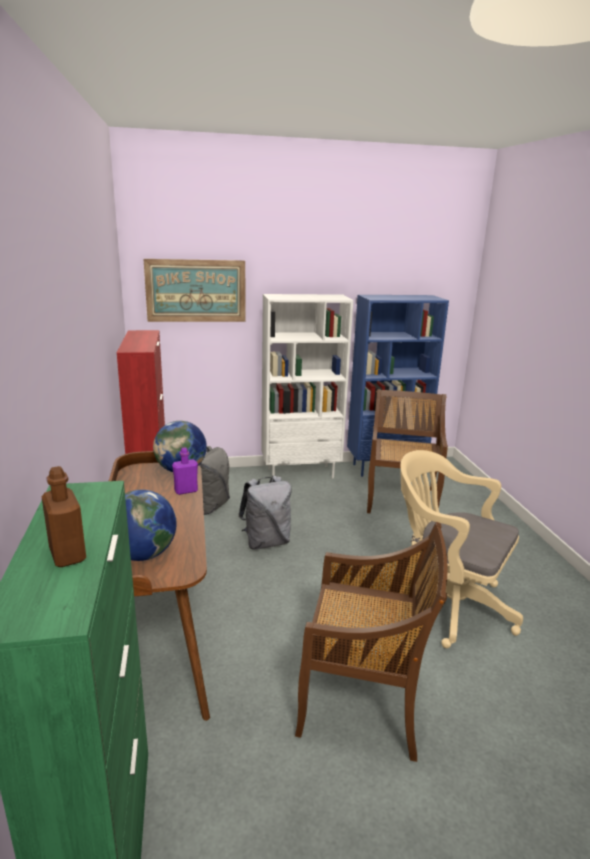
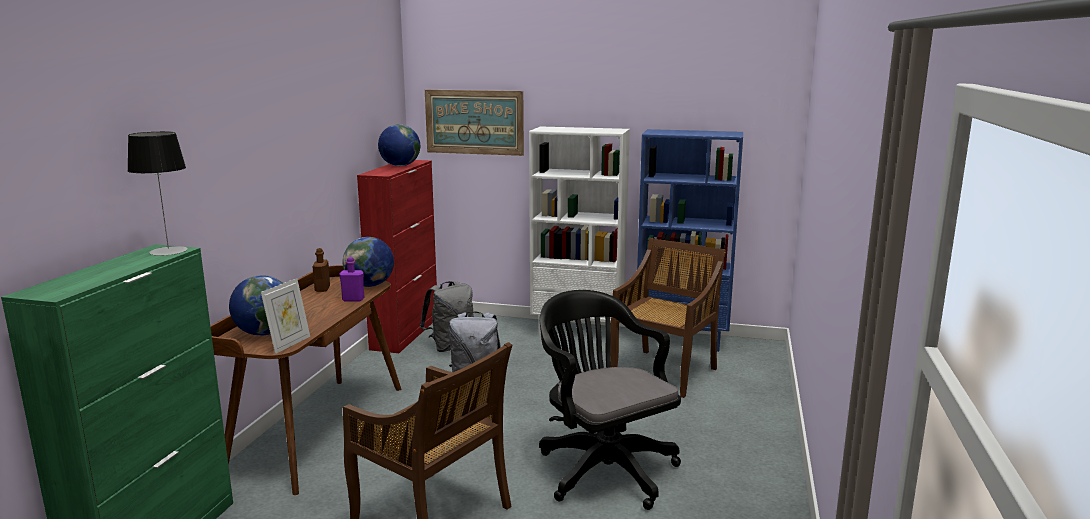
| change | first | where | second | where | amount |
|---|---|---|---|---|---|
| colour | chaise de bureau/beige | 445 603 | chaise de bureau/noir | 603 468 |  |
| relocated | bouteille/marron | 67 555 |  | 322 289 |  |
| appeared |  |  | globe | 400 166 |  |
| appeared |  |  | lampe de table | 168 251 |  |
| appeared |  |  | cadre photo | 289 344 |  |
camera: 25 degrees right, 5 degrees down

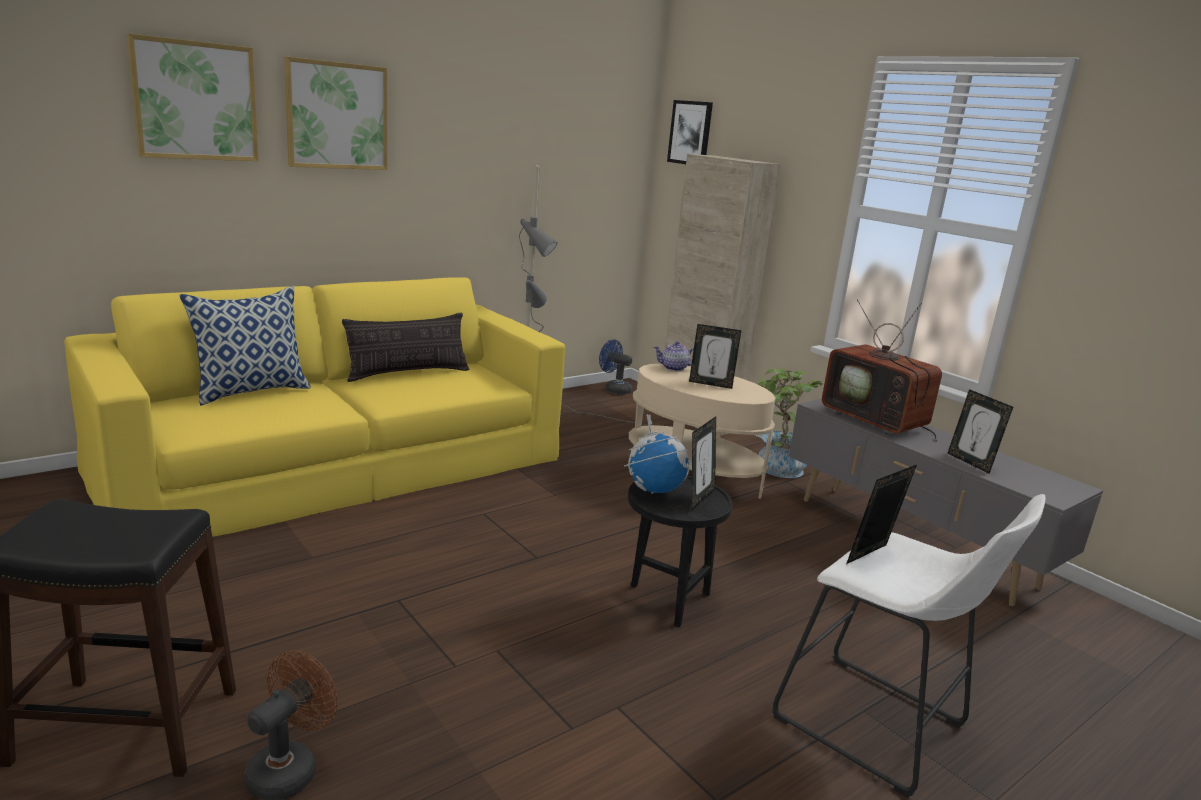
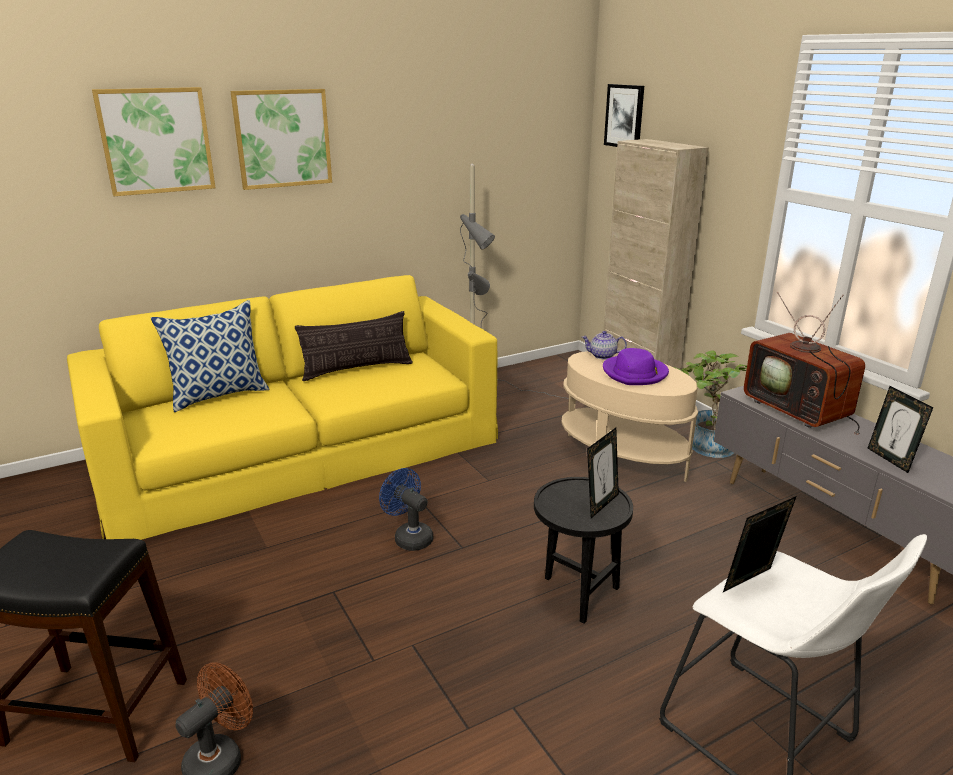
| change | first | where | second | where | amount |
|---|---|---|---|---|---|
| exchanged | cadre photo | 710 384 | chapeau/violet | 635 373 |  |
| relocated | ventilateur/bleu | 614 389 |  | 409 537 |  |
| missing | globe | 655 489 |  |  |  |
camera: 10 degrees right, 5 degrees up

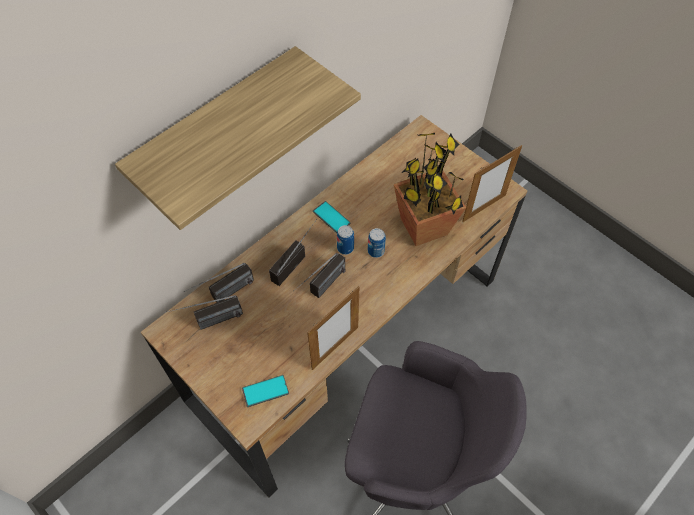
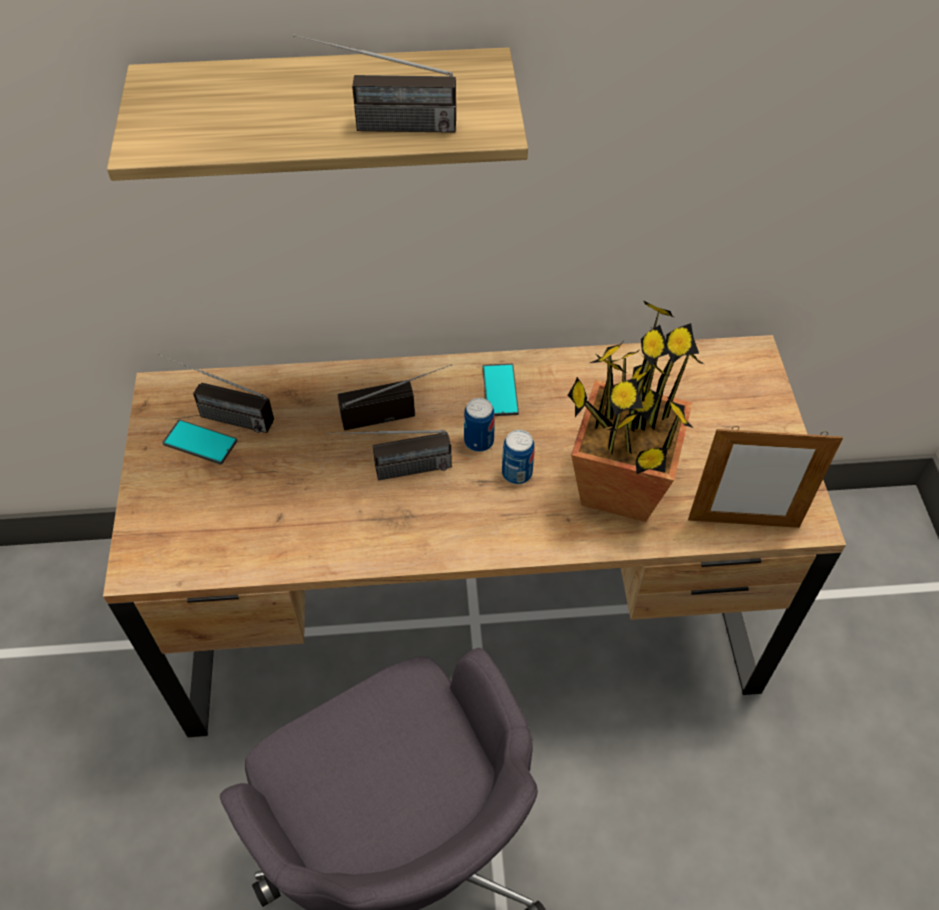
| change | first | where | second | where | amount |
|---|---|---|---|---|---|
| relocated | radio | 223 295 |  | 379 125 |  |
| missing | cadre photo | 335 348 |  |  |  |
| relocated | téléphone | 265 391 |  | 200 443 |  |
camera: 40 degrees right, 5 degrees down

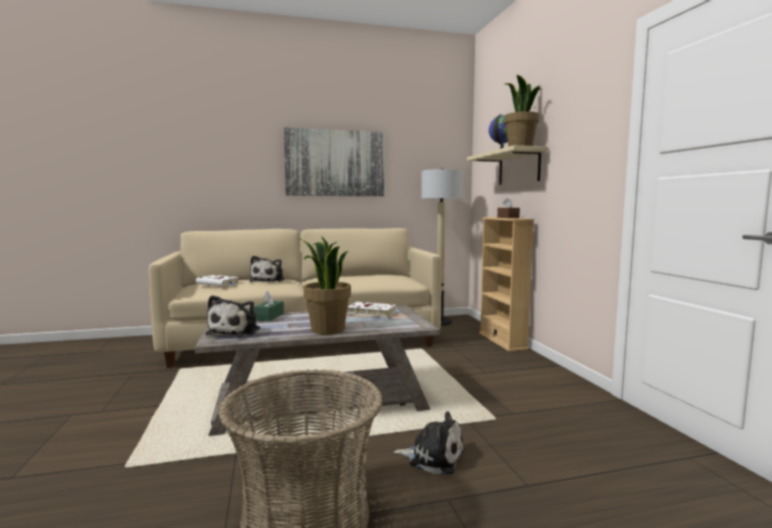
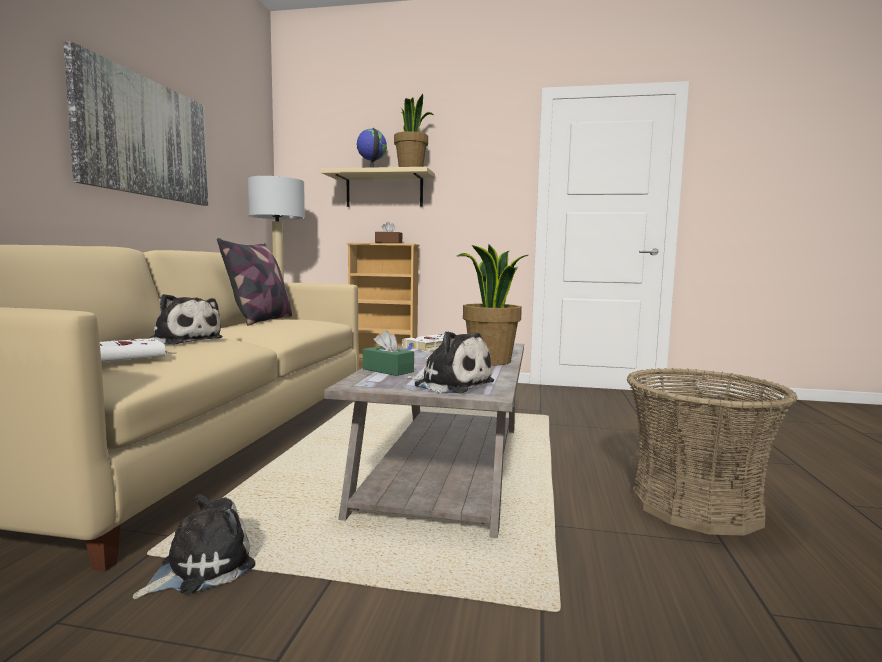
| change | first | where | second | where | amount |
|---|---|---|---|---|---|
| relocated | peluche | 433 457 |  | 201 567 |  |
| appeared |  |  | coussin | 261 320 |  |
camera: 65 degrees left, 0 degrees up

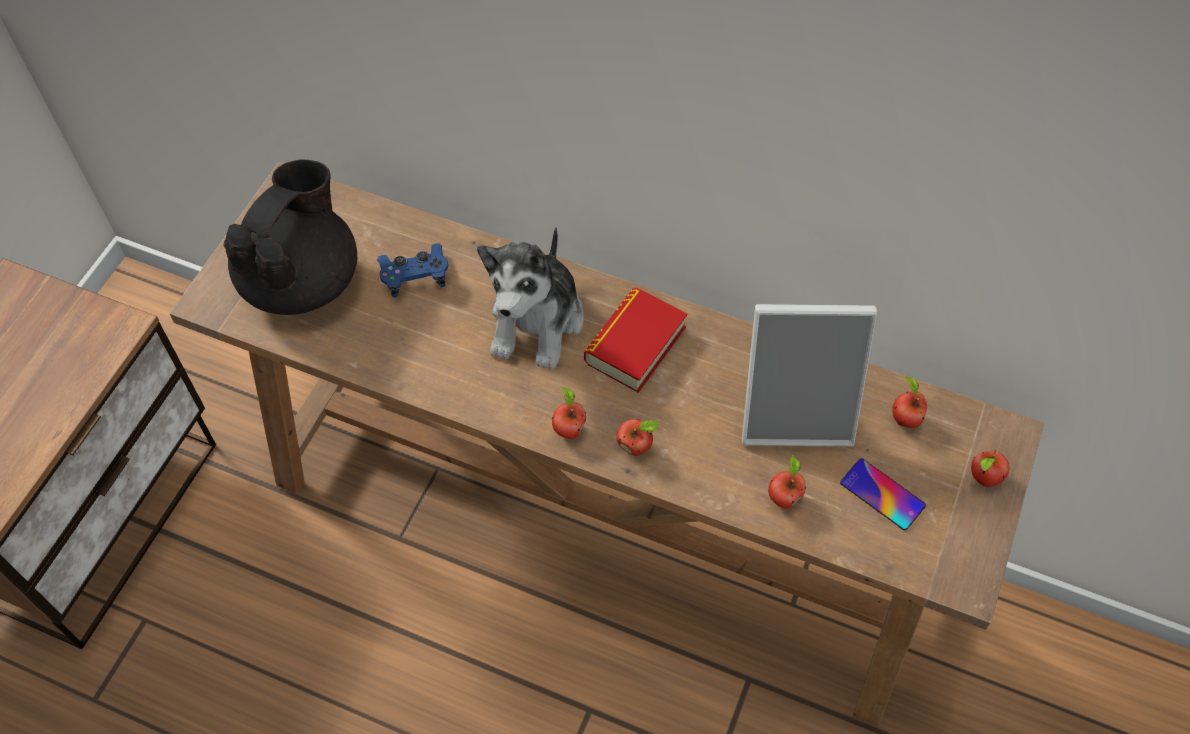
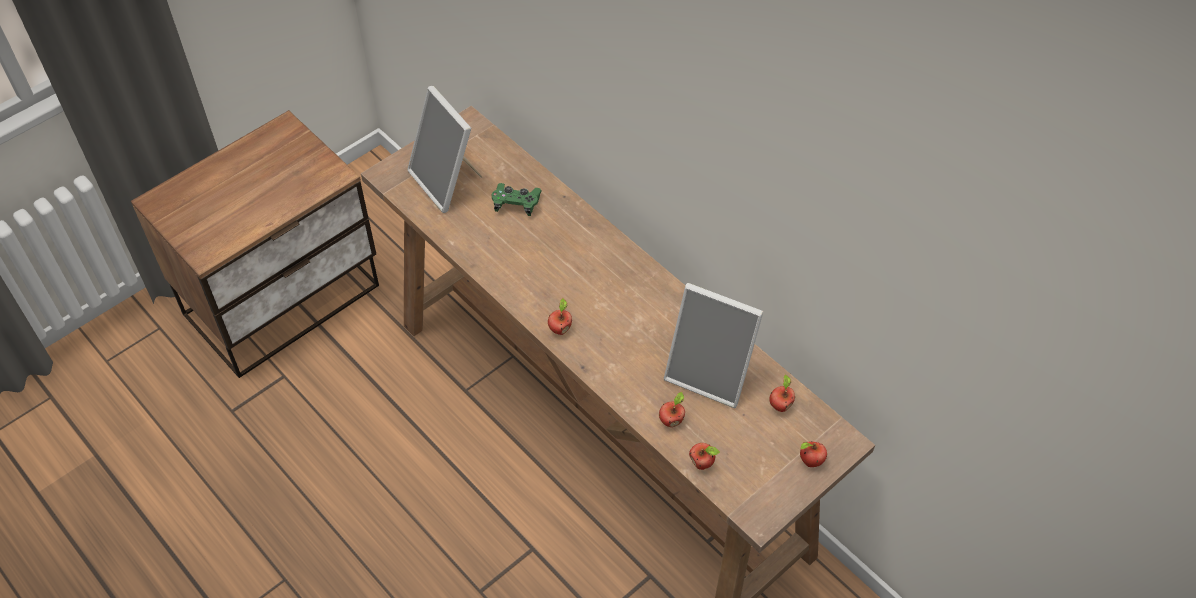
| change | first | where | second | where | amount |
|---|---|---|---|---|---|
| exchanged | théière/noir | 302 280 | cadre photo | 447 182 |  |
| missing | peluche | 537 321 |  |  |  |
| colour | manette/bleu | 415 277 | manette/vert | 516 204 |  |
| missing | livre | 635 345 |  |  |  |
| relocated | pomme | 636 446 |  | 703 463 |  |
| missing | téléphone | 882 494 |  |  |  |
camera: 25 degrees right, 5 degrees down

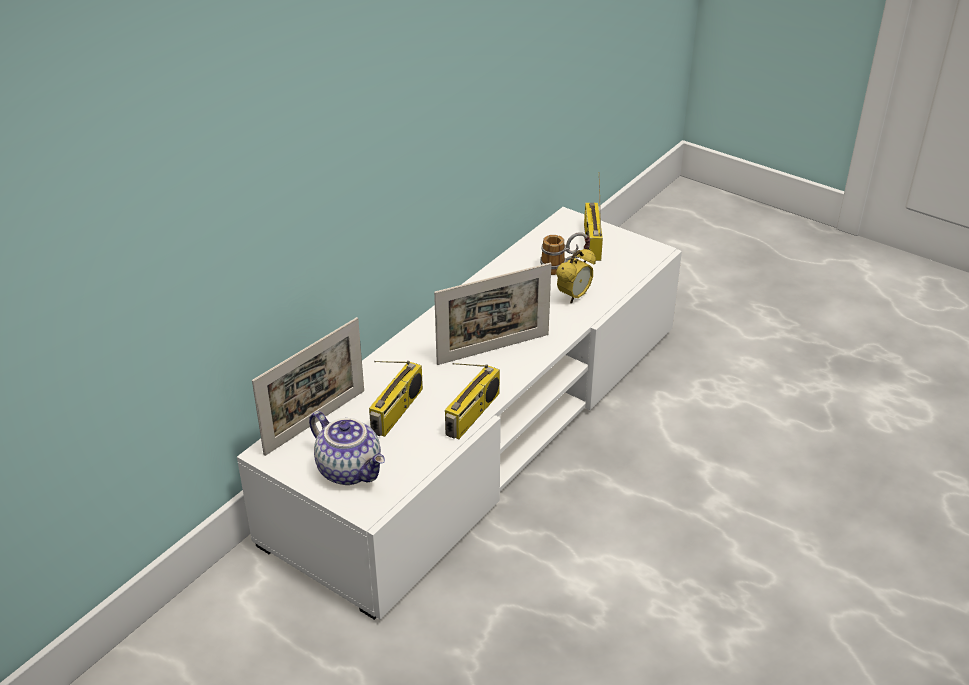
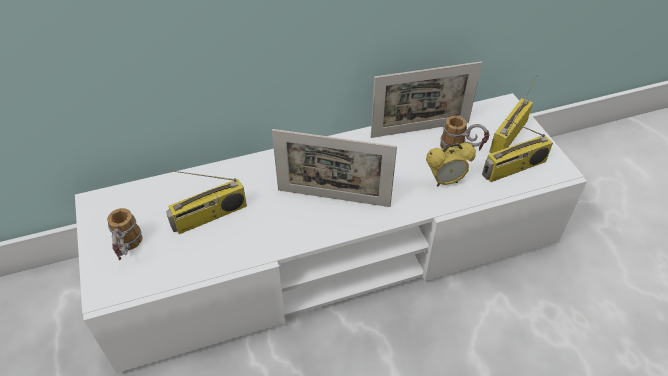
| change | first | where | second | where | amount |
|---|---|---|---|---|---|
| relocated | cadre photo | 315 422 |  | 420 129 |  |
| relocated | radio | 473 415 |  | 513 169 |  |
| exchanged | théière | 351 470 | mug | 128 250 |  |
camera: 35 degrees right, 10 degrees up

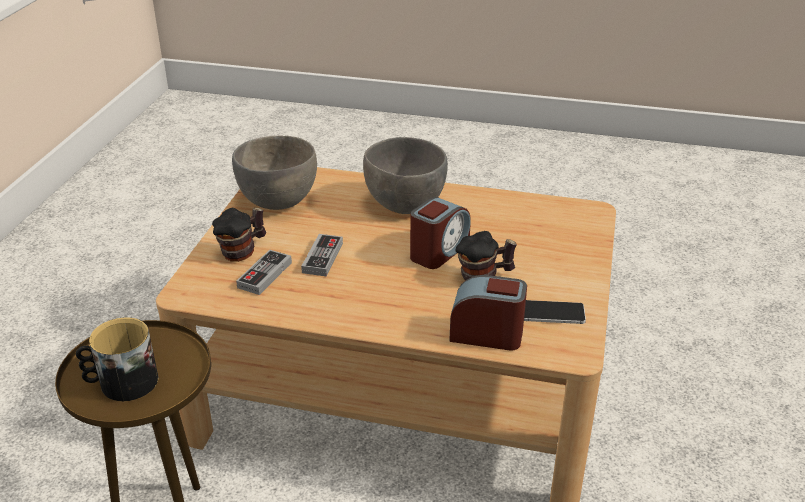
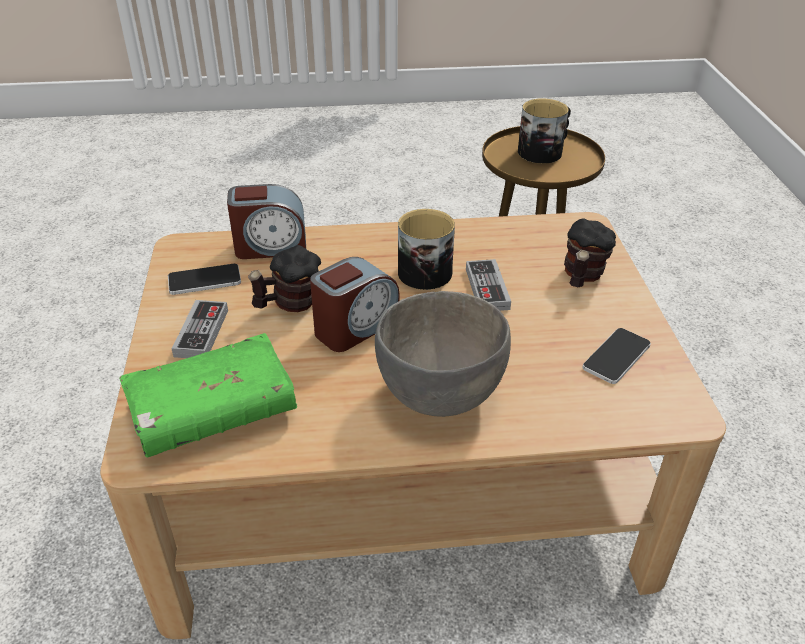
| change | first | where | second | where | amount |
|---|---|---|---|---|---|
| exchanged | bol/gris | 278 201 | téléphone | 616 356 |  |
| spun | réveil | 439 251 |  | 355 327 | 150 degrees counterclockwise |
| relocated | manette | 265 275 |  | 201 333 |  |
| appeared |  |  | mug | 423 269 |  |
| appeared |  |  | livre/vert | 213 411 |  |
camera: 160 degrees right, 5 degrees up

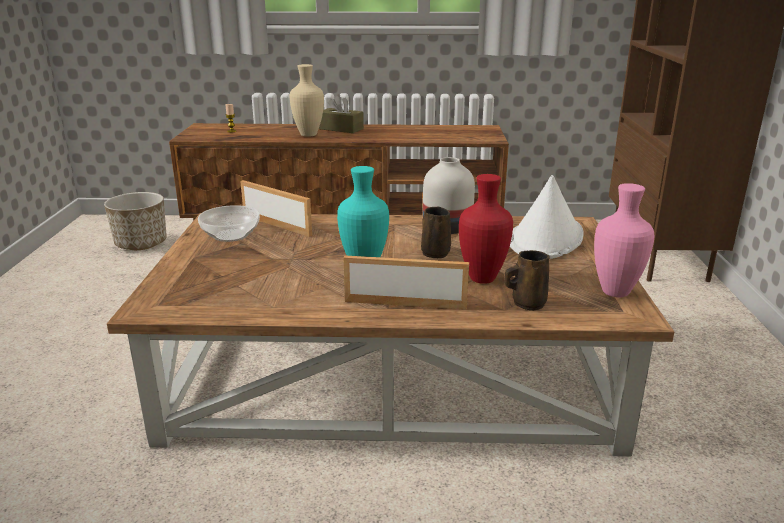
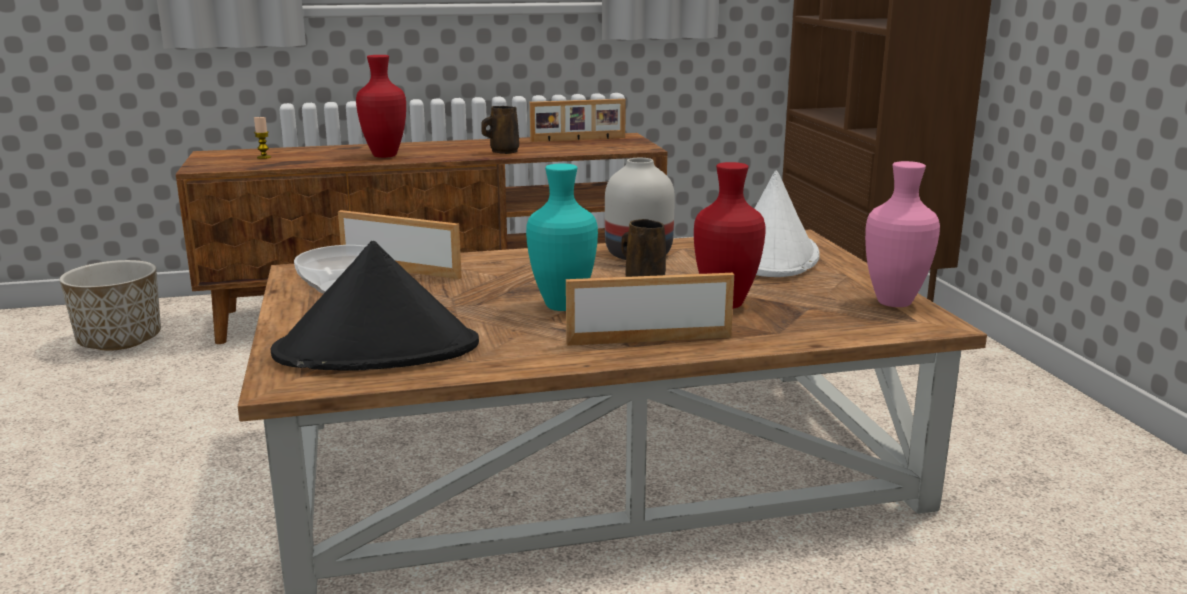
| change | first | where | second | where | amount |
|---|---|---|---|---|---|
| colour | vase/beige | 309 135 | vase/rouge | 386 155 |  |
| missing | boîte à mouchoirs/marron | 341 129 |  |  |  |
| relocated | mug/marron | 526 303 |  | 502 152 |  |
| appeared |  |  | cadre photo | 578 139 |  |
| appeared |  |  | chapeau/noir | 378 350 |  |
camera: 15 degrees left, 5 degrees down

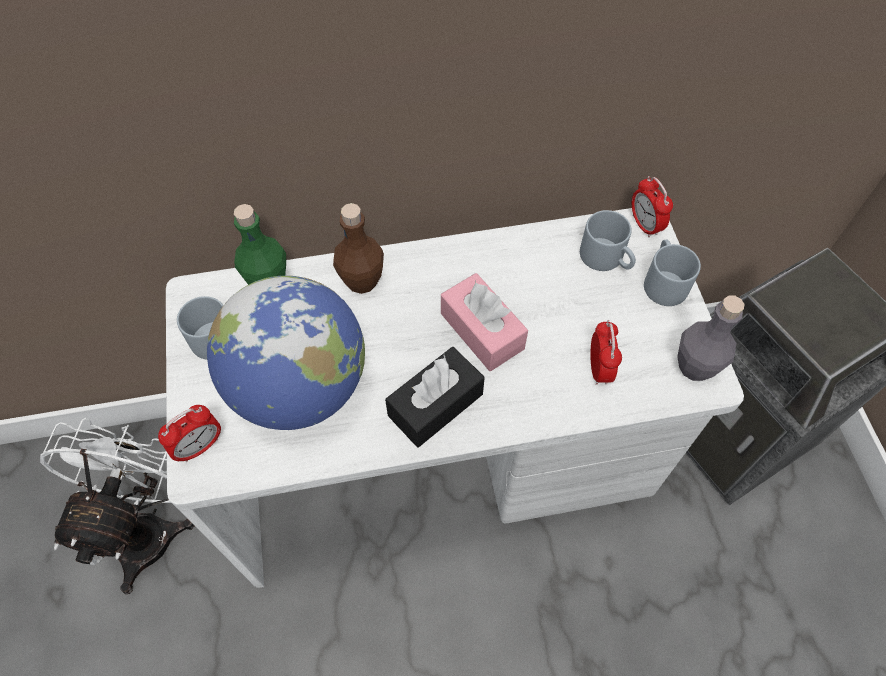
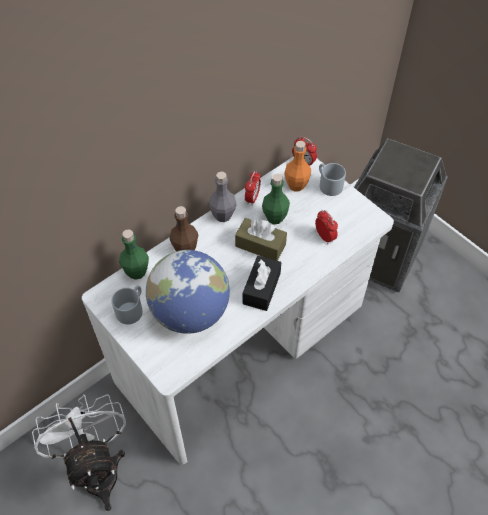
| change | first | where | second | where | amount |
|---|---|---|---|---|---|
| exchanged | mug/gris | 607 258 | bouteille/orange | 296 185 |  |
| colour | boîte à mouchoirs/rose | 482 331 | boîte à mouchoirs/marron | 260 245 |  |
| relocated | bouteille/gris | 695 367 |  | 223 215 |  |
| relocated | réveil | 200 446 |  | 252 198 |  |
| appeared |  |  | bouteille/vert | 275 217 |  |
camera: 30 degrees left, 5 degrees down

